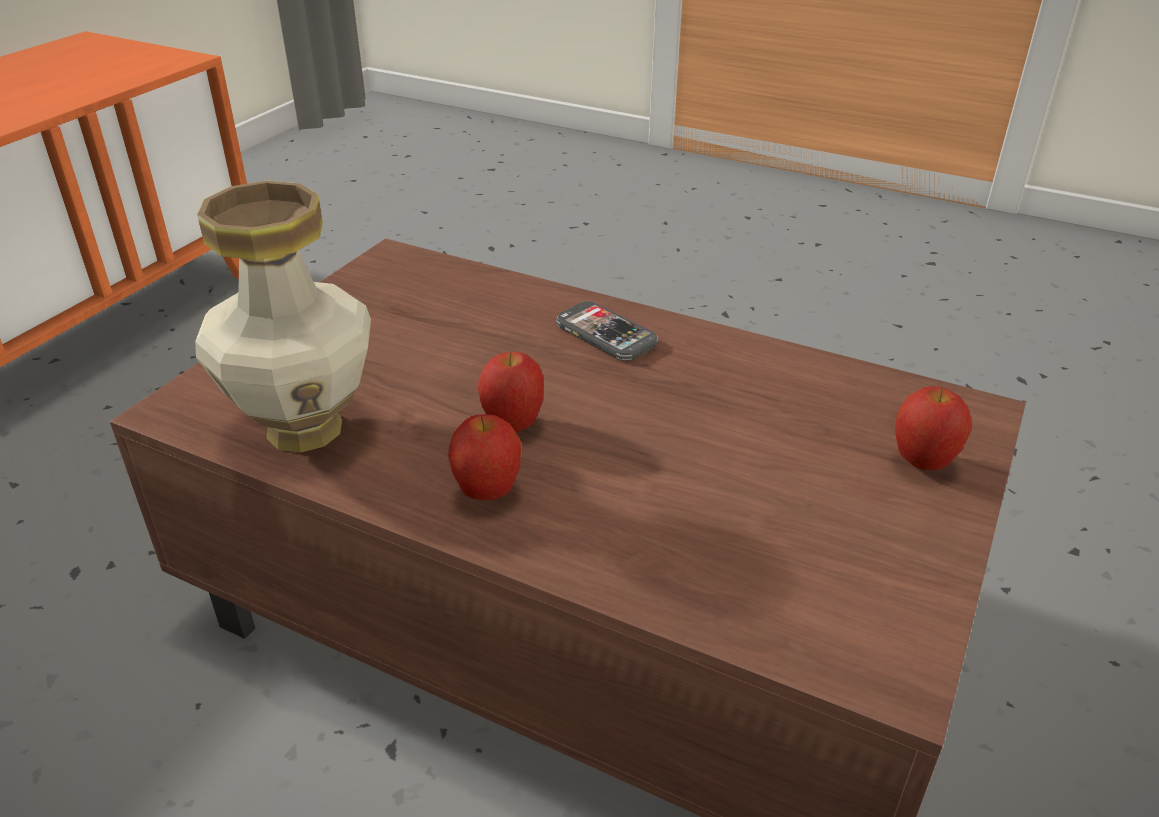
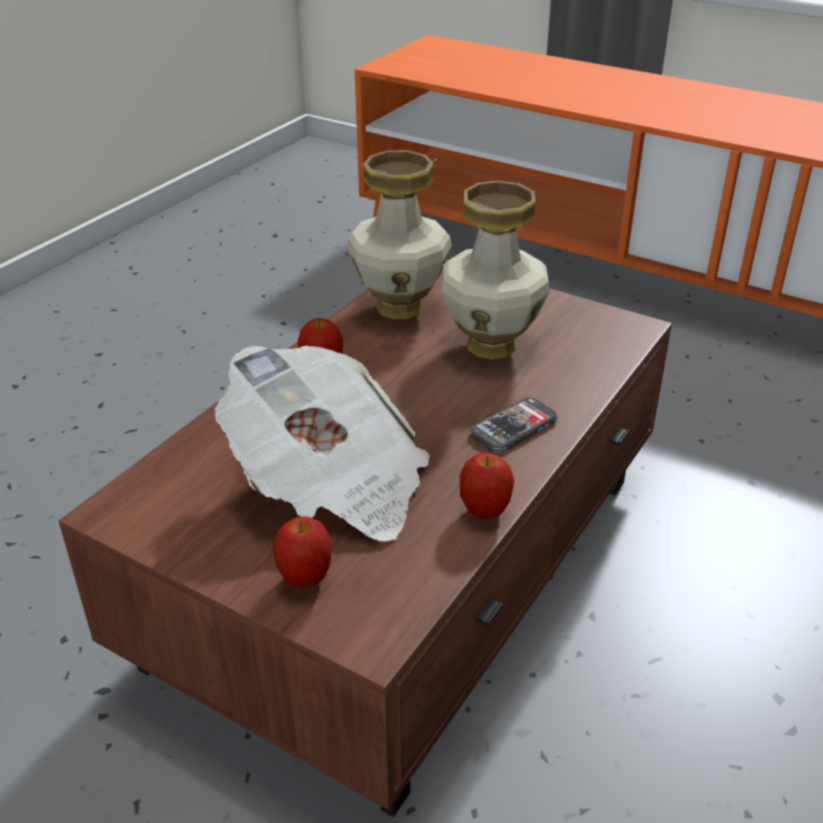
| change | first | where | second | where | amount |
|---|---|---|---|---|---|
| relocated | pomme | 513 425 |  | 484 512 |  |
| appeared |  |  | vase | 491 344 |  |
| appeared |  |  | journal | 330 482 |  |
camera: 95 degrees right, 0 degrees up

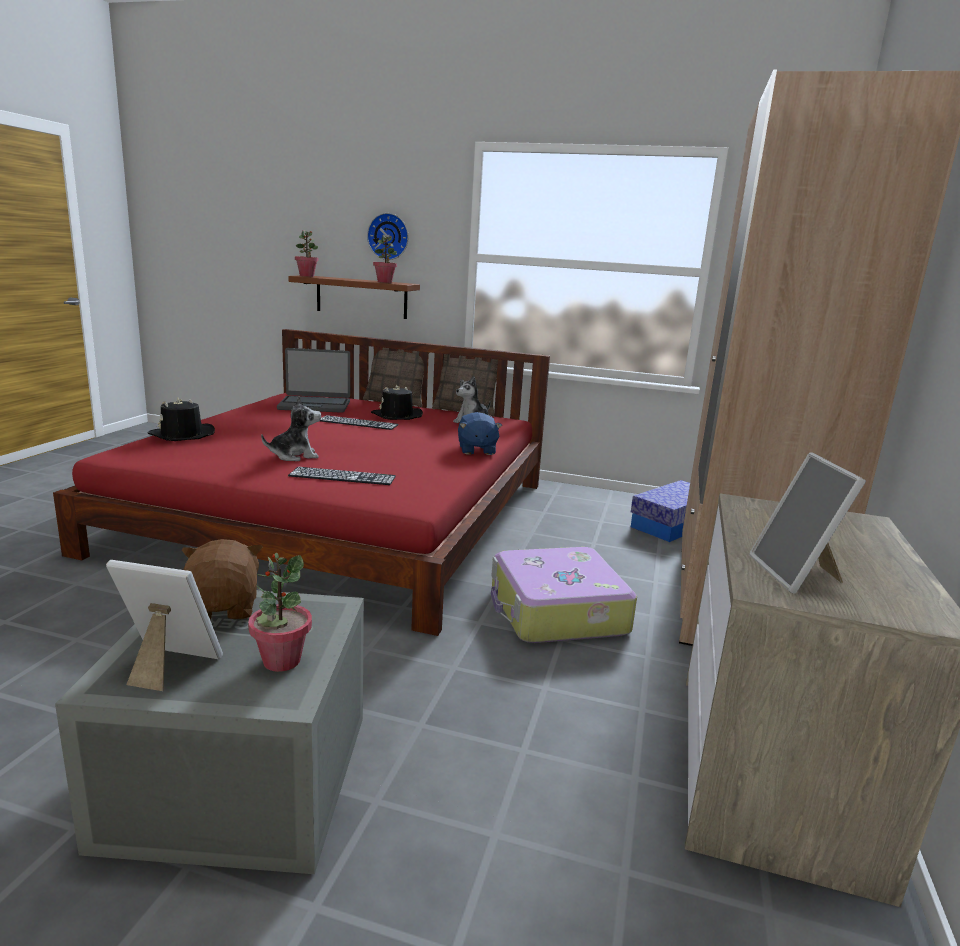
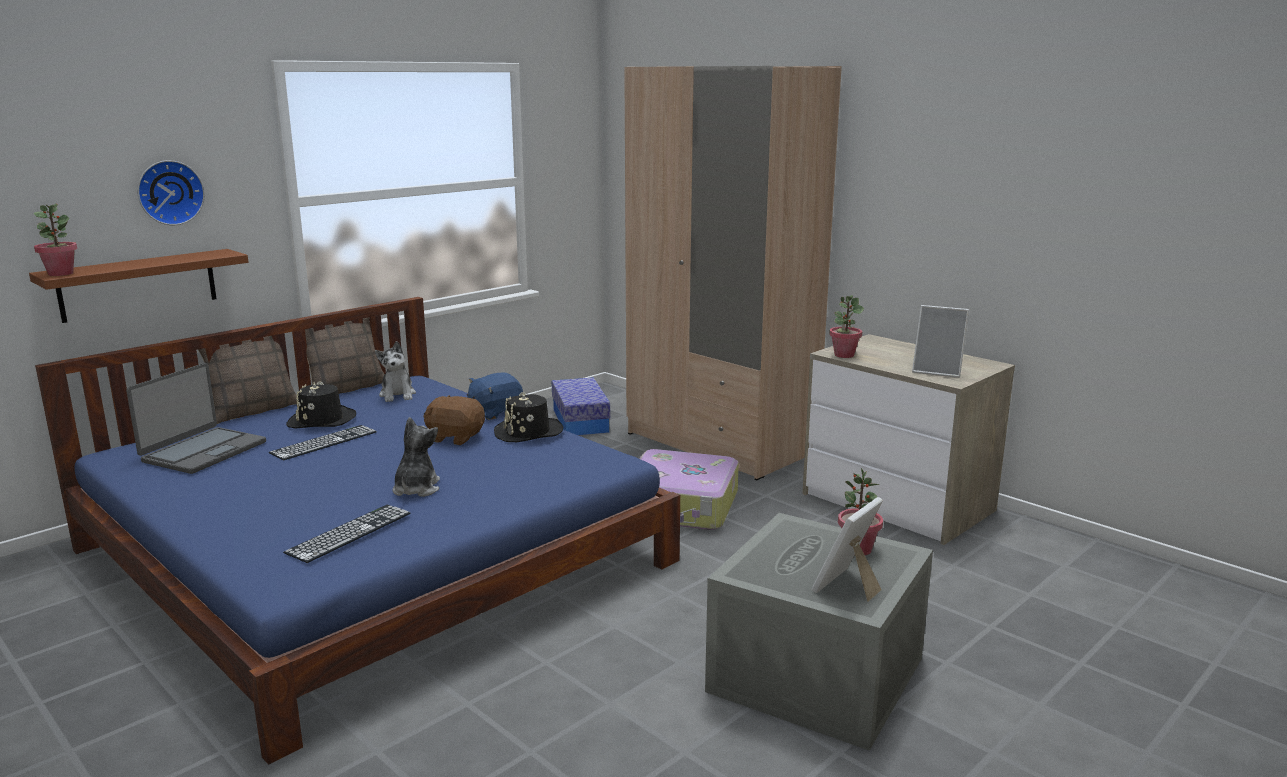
| change | first | where | second | where | amount |
|---|---|---|---|---|---|
| relocated | plante en pot | 385 282 |  | 844 355 |  |
| colour | lit/rouge | 341 515 | lit/bleu | 372 555 |  |
| relocated | chapeau/noir | 182 435 |  | 528 432 |  |
| spun | peluche/bleu | 476 450 |  | 495 412 | 120 degrees clockwise |
| relocated | clavier | 342 476 |  | 349 532 |  |
| relocated | peluche/marron | 223 608 |  | 455 437 |  |
camera: 60 degrees left, 0 degrees up

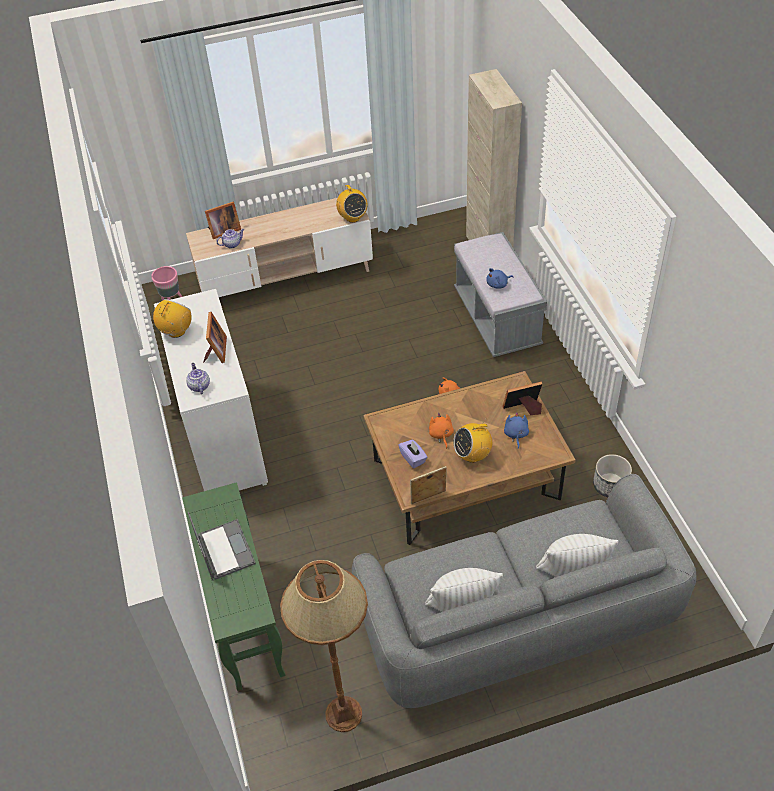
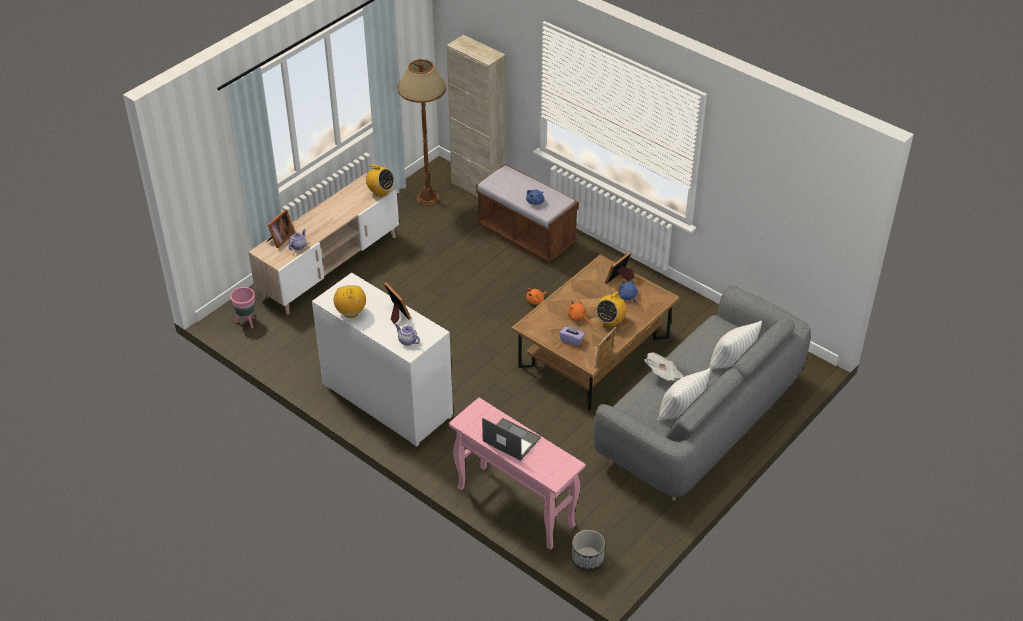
| change | first | where | second | where | amount |
|---|---|---|---|---|---|
| colour | banc/gris | 497 319 | banc/marron | 526 236 |  |
| relocated | cache-pot | 610 485 |  | 587 559 |  |
| colour | table console/vert | 244 618 | table console/rose | 514 506 |  |
| relocated | lampadaire/marron | 343 714 |  | 427 199 |  |
| appeared |  |  | journal | 663 374 |  |
camera: 35 degrees left, 5 degrees down

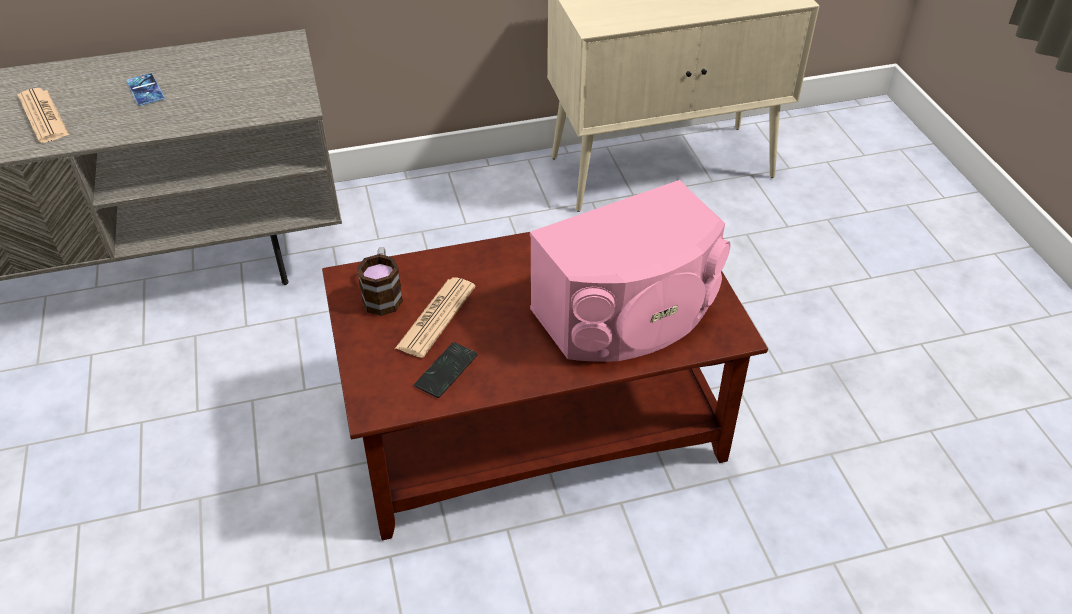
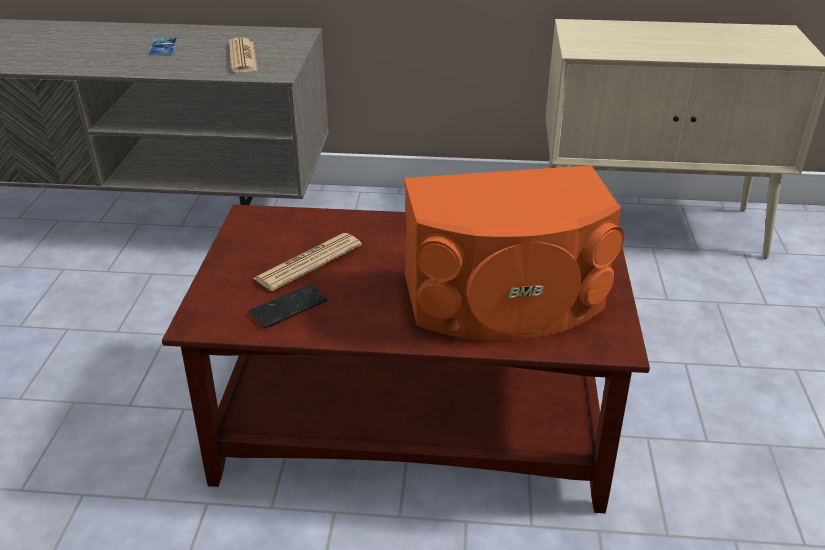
| change | first | where | second | where | amount |
|---|---|---|---|---|---|
| relocated | journal | 43 116 |  | 243 57 |  |
| colour | enceinte/rose | 629 314 | enceinte/orange | 505 301 |  |
| missing | mug | 383 294 |  |  |  |
camera: 20 degrees right, 10 degrees down

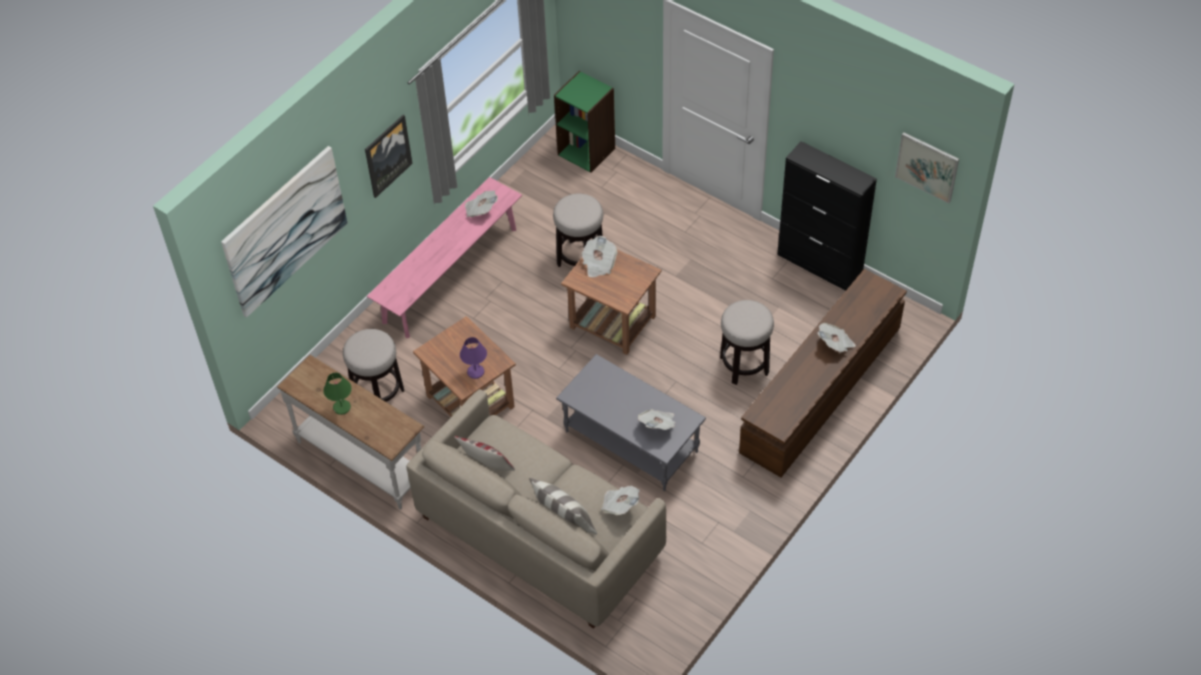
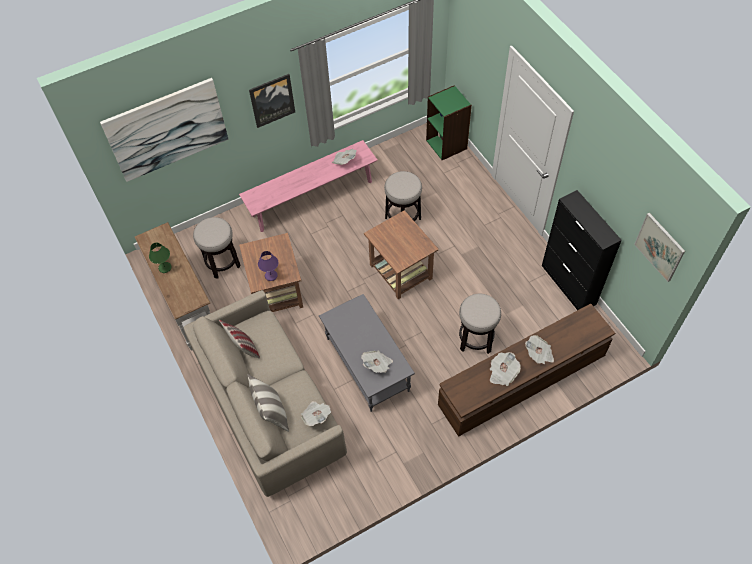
| change | first | where | second | where | amount |
|---|---|---|---|---|---|
| relocated | journal | 598 264 |  | 502 373 |  |
camera: 25 degrees right, 5 degrees up

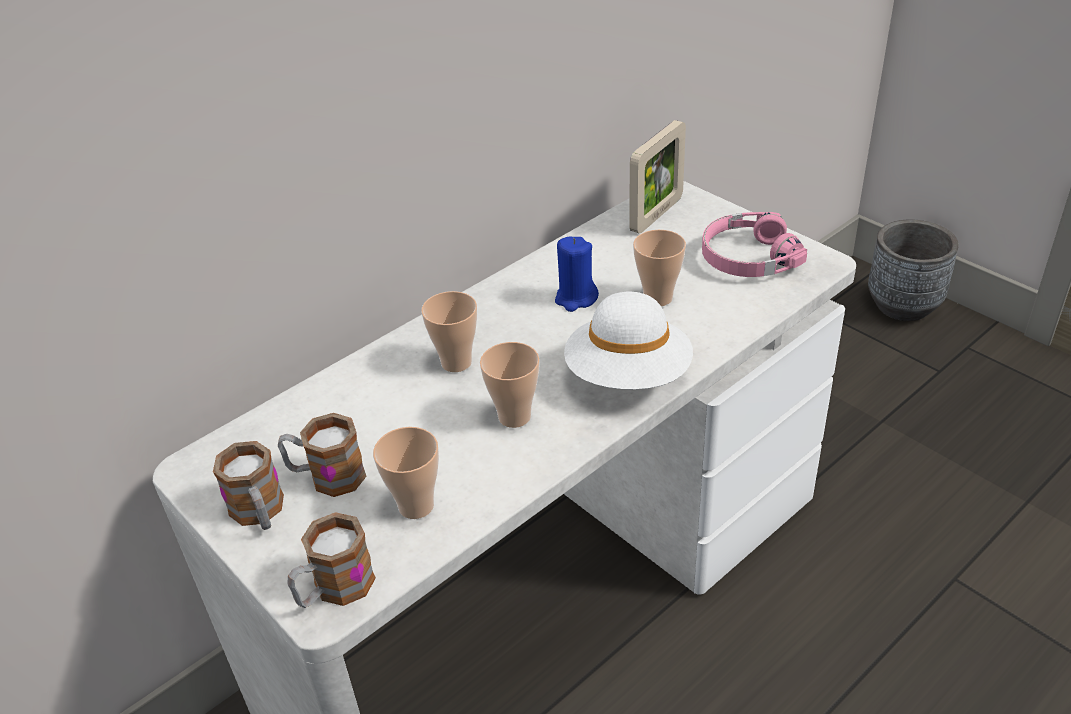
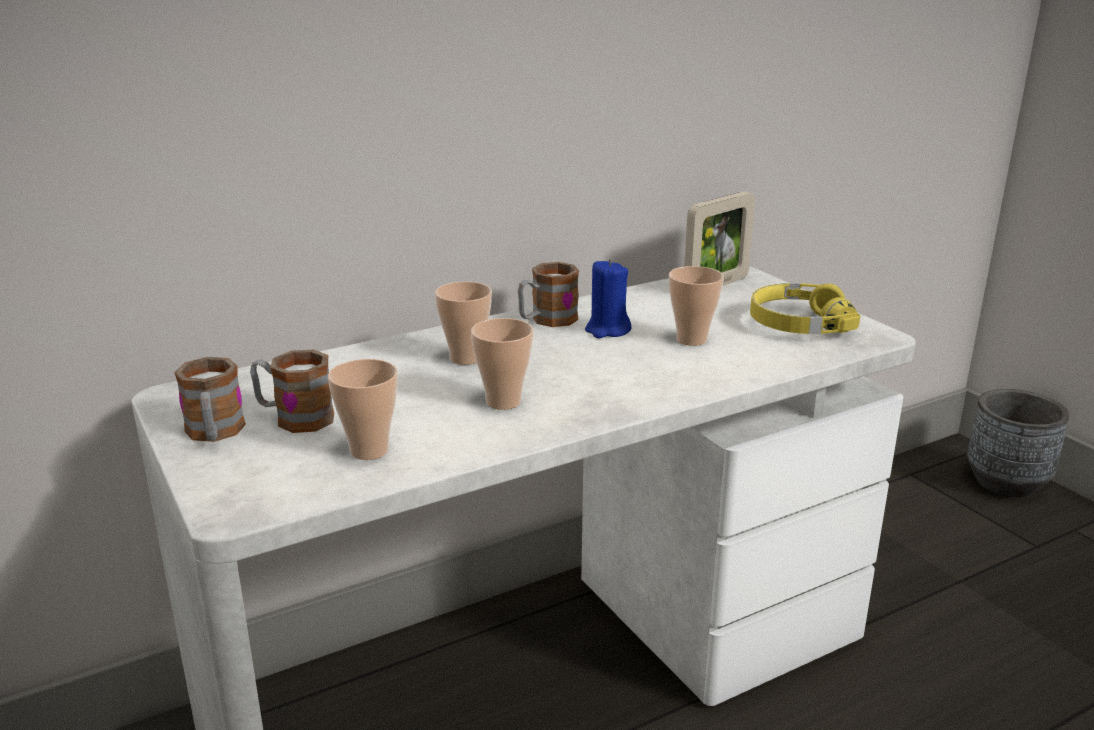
| change | first | where | second | where | amount |
|---|---|---|---|---|---|
| colour | casque audio/rose | 748 257 | casque audio/jaune | 798 323 |  |
| missing | chapeau/blanc | 628 376 |  |  |  |
| relocated | mug | 334 589 |  | 546 320 |  |
camera: 10 degrees right, 15 degrees down

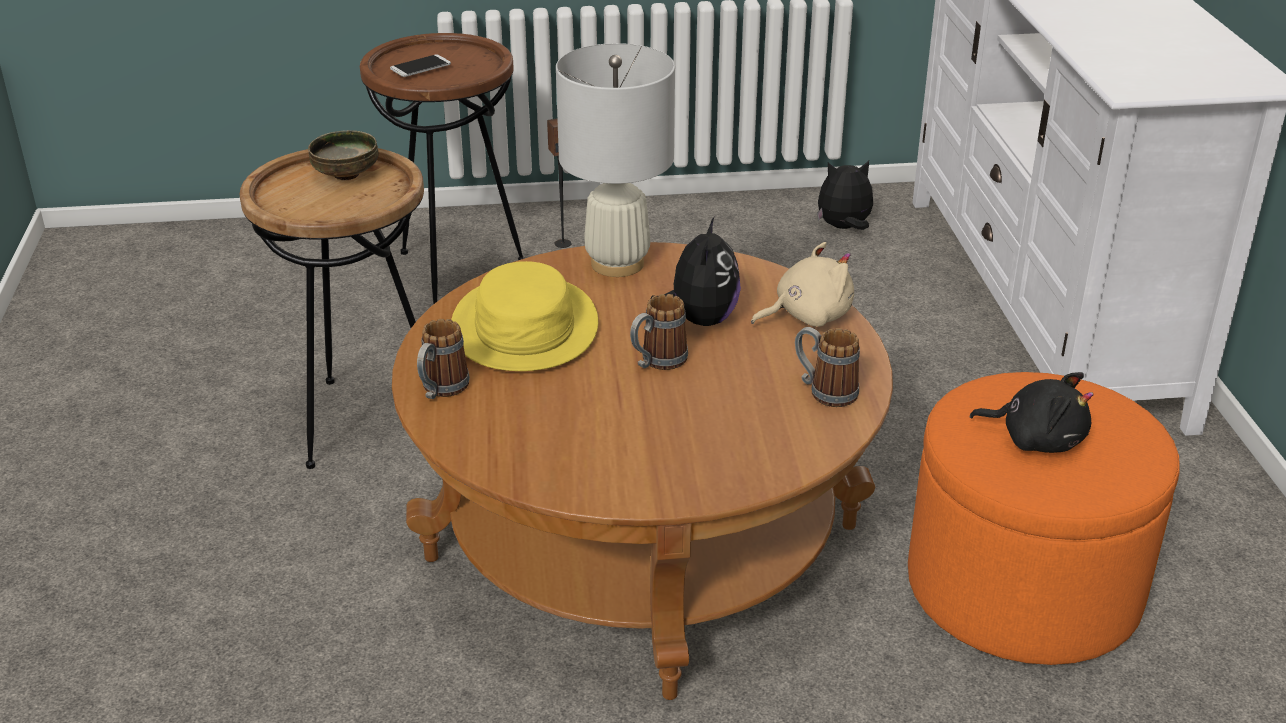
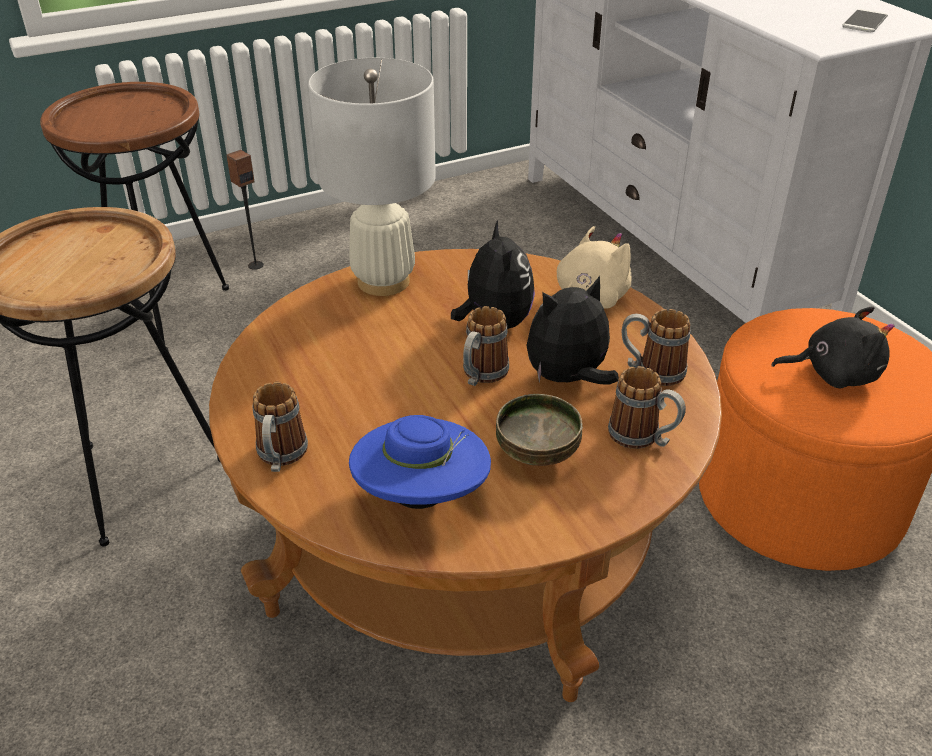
| change | first | where | second | where | amount |
|---|---|---|---|---|---|
| relocated | téléphone | 420 67 |  | 864 22 |  |
| relocated | bol | 347 175 |  | 538 453 |  |
| relocated | peluche | 844 228 |  | 568 379 |  |
| missing | chapeau/jaune | 524 327 |  |  |  |
| appeared |  |  | mug | 643 438 |  |
| appeared |  |  | chapeau/bleu | 422 497 |  |
camera: 20 degrees left, 5 degrees up

